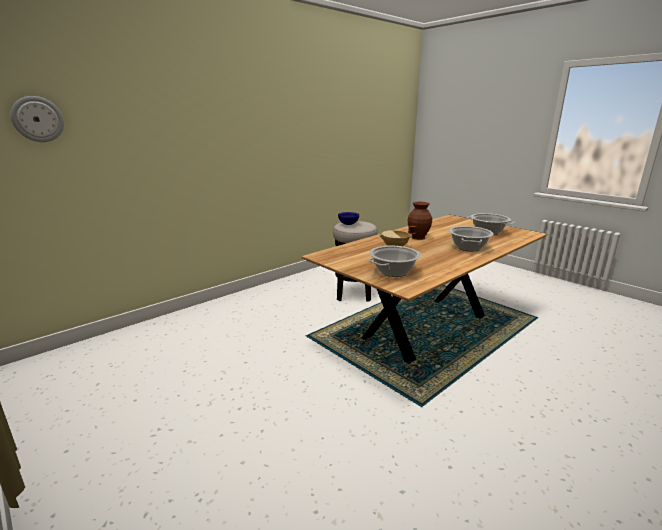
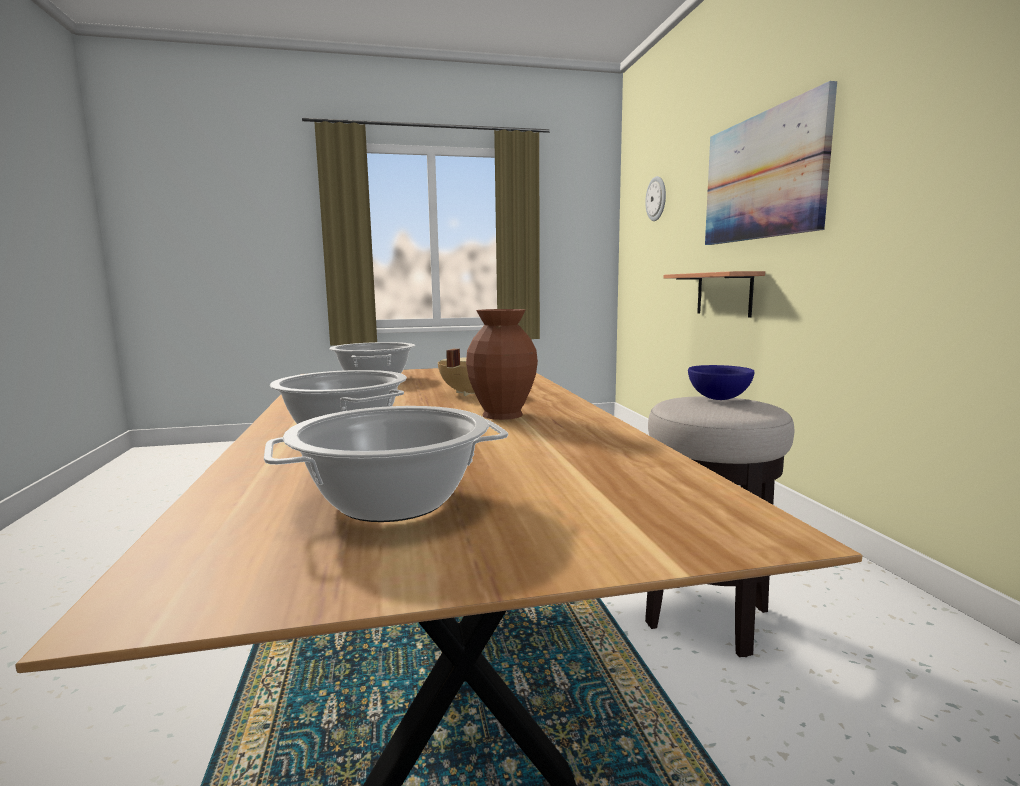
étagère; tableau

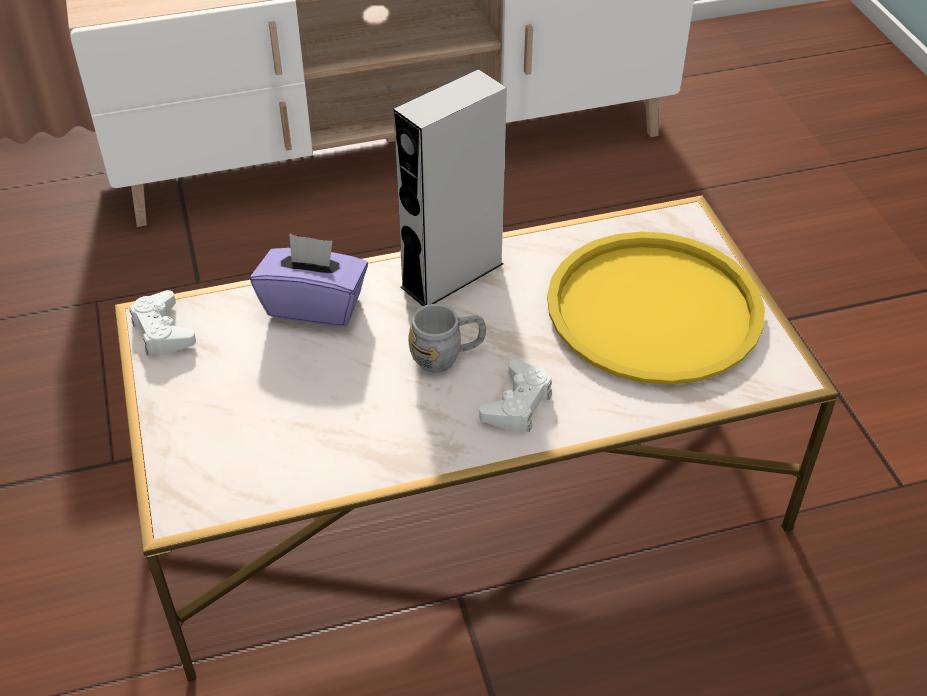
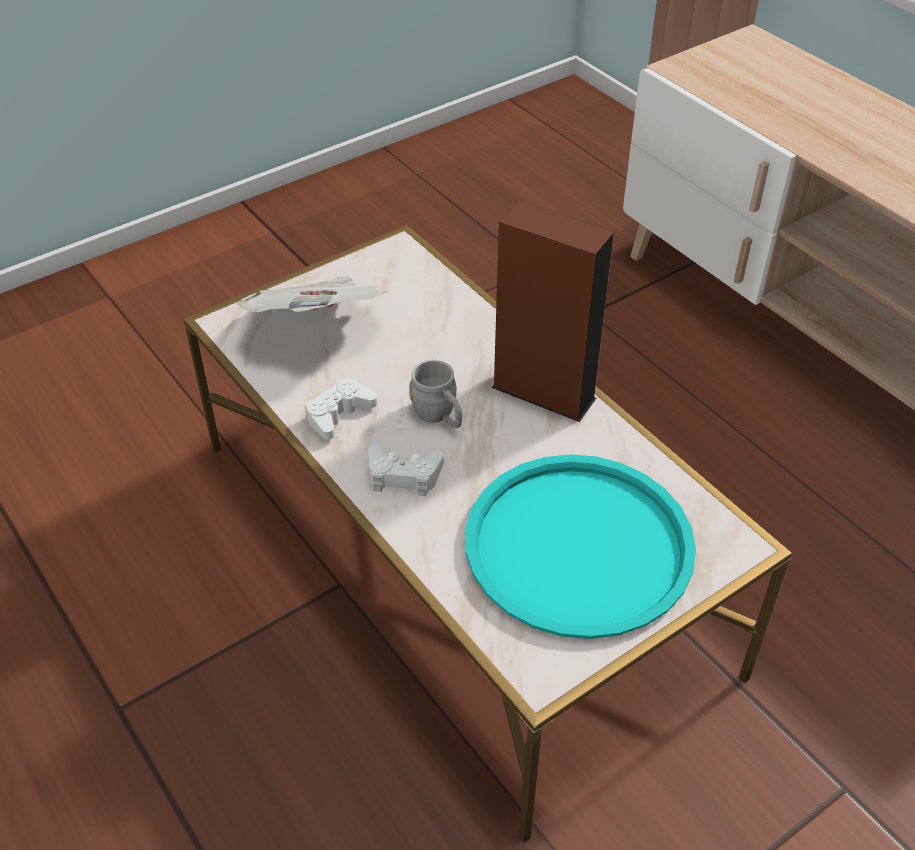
boîte à mouchoirs [violet]; journal; manette [blanc] (no. 1 from left); enceinte [marron]; plateau [turquoise]

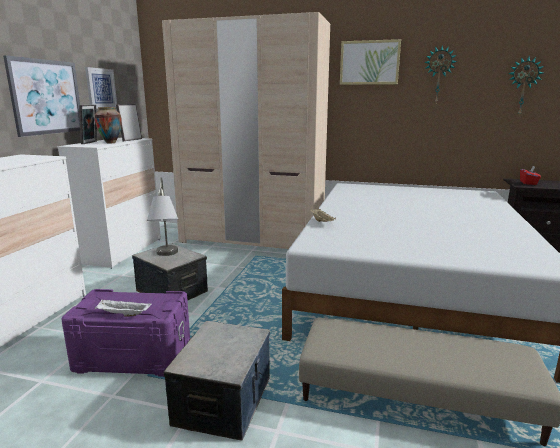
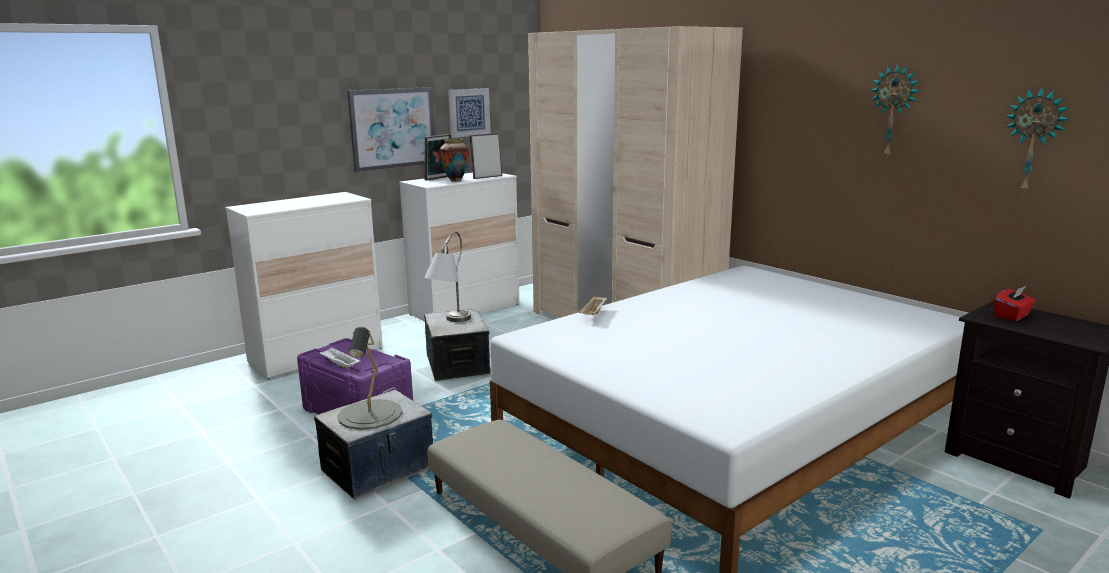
tableau (no. 3 from left in the first image); lampe de table [gris] (no. 1 from left)

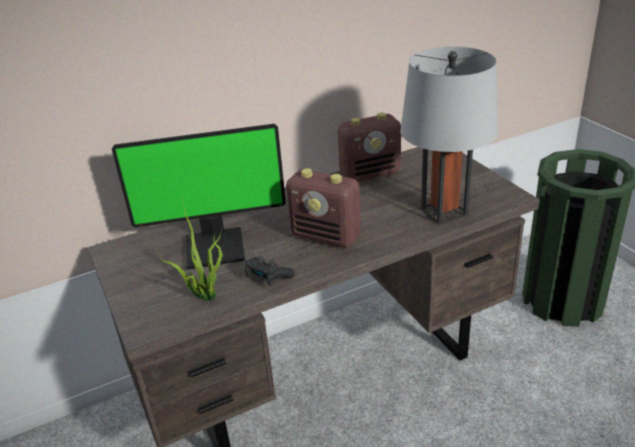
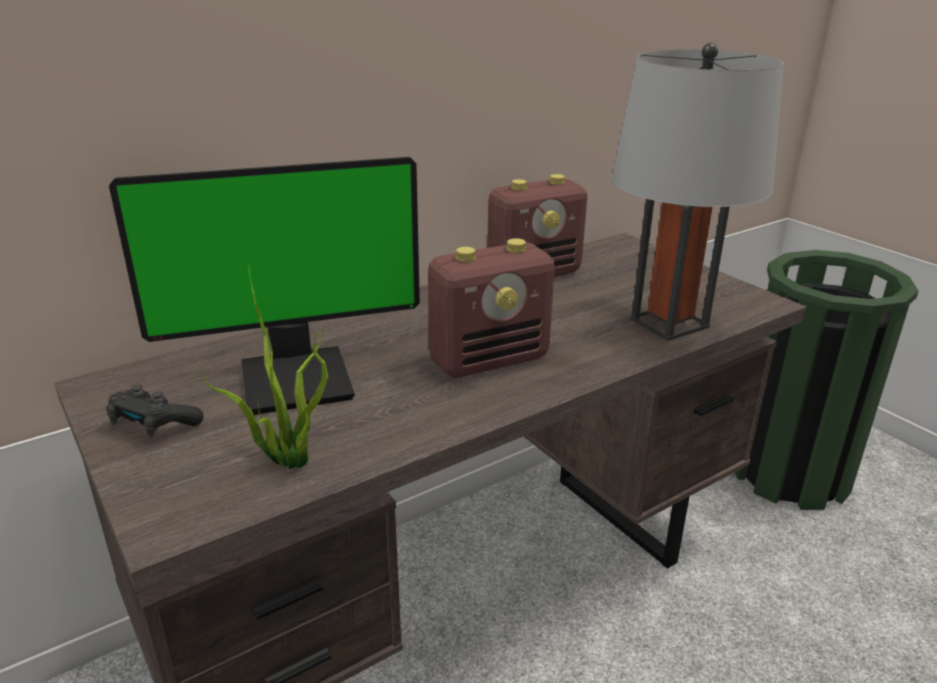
manette [noir]; radio (no. 1 from left)

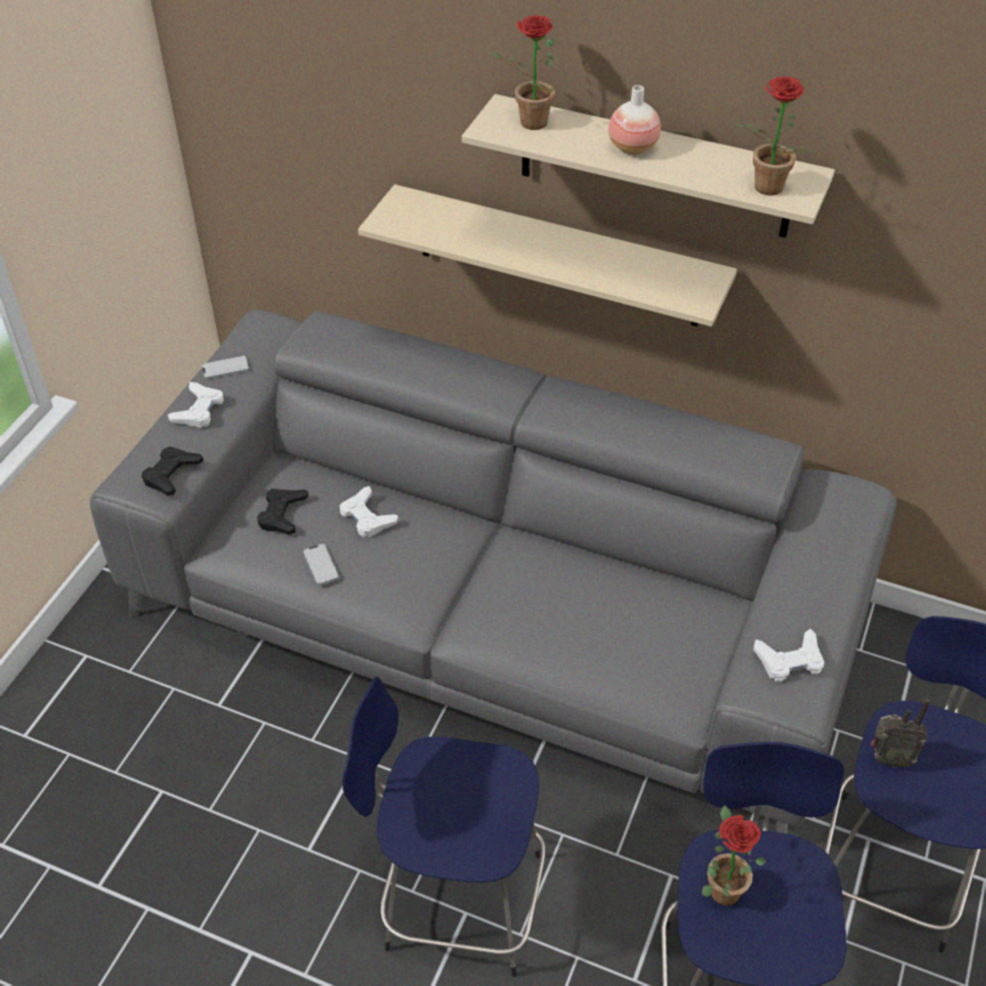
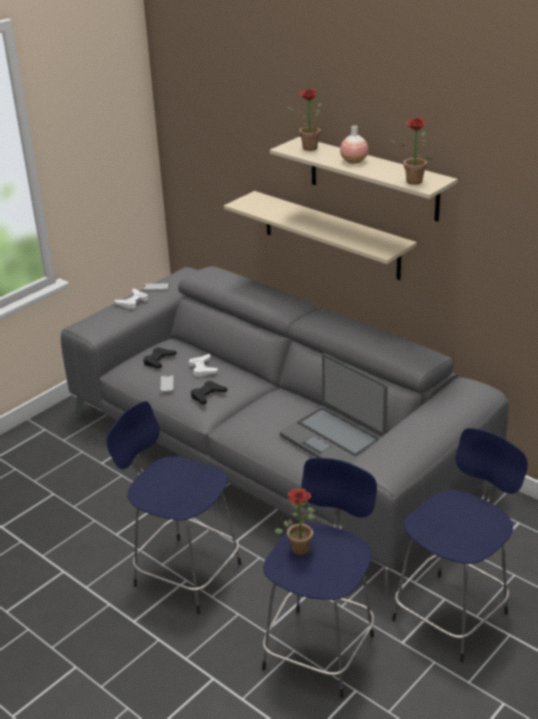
manette [blanc] (no. 3 from left in the first image); radio; ordinateur portable; manette [noir] (no. 2 from left)

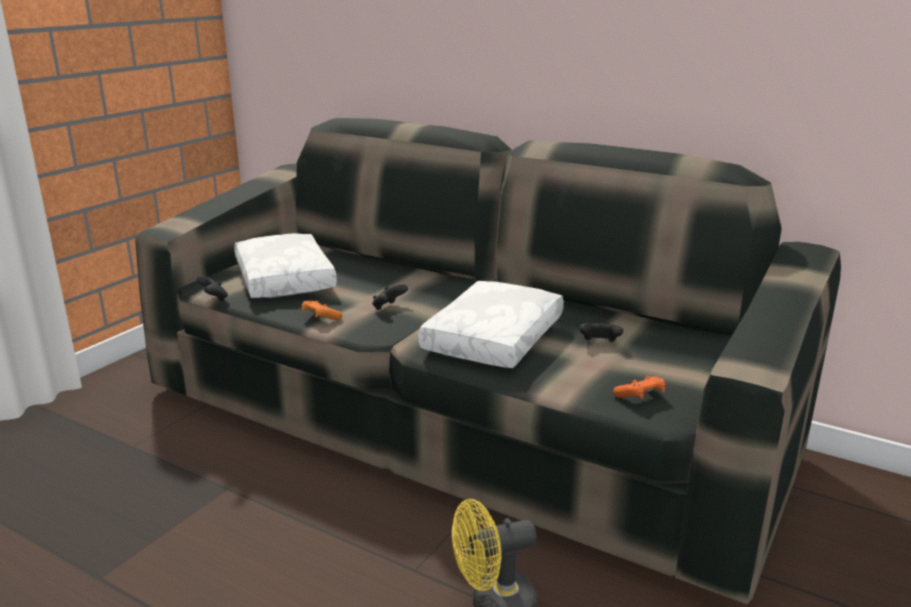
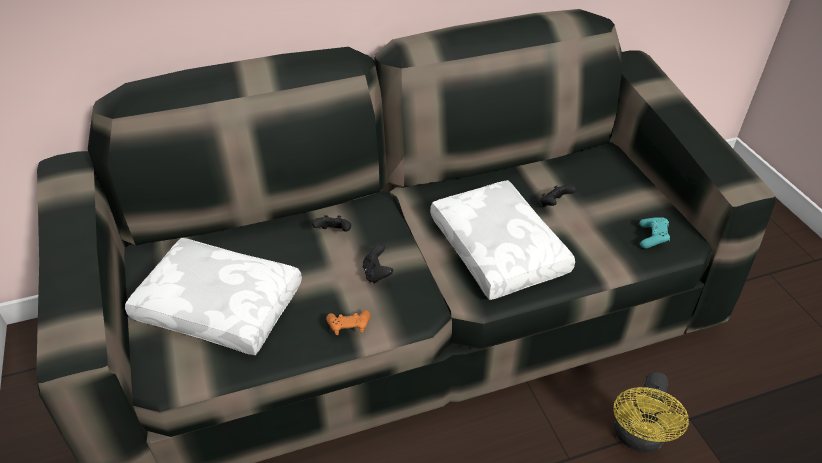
manette [noir] (no. 1 from left); manette [turquoise]

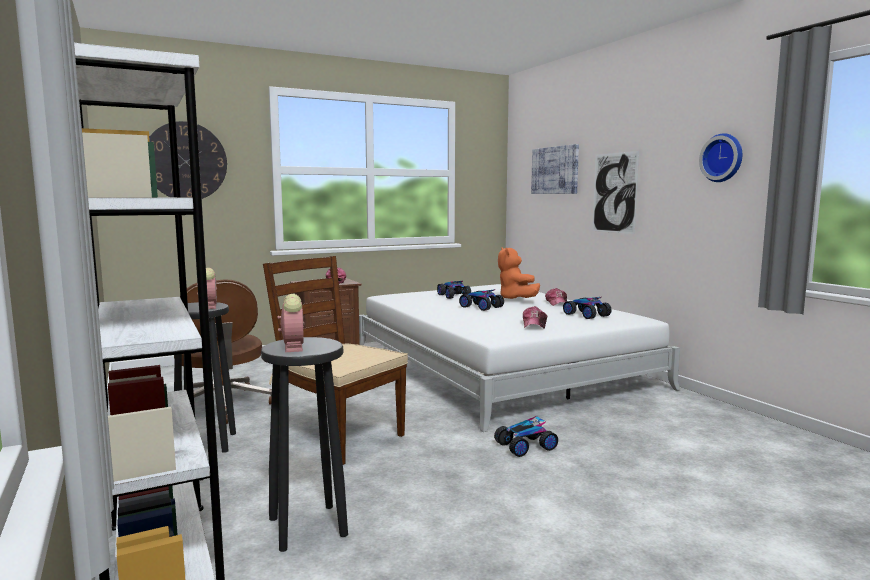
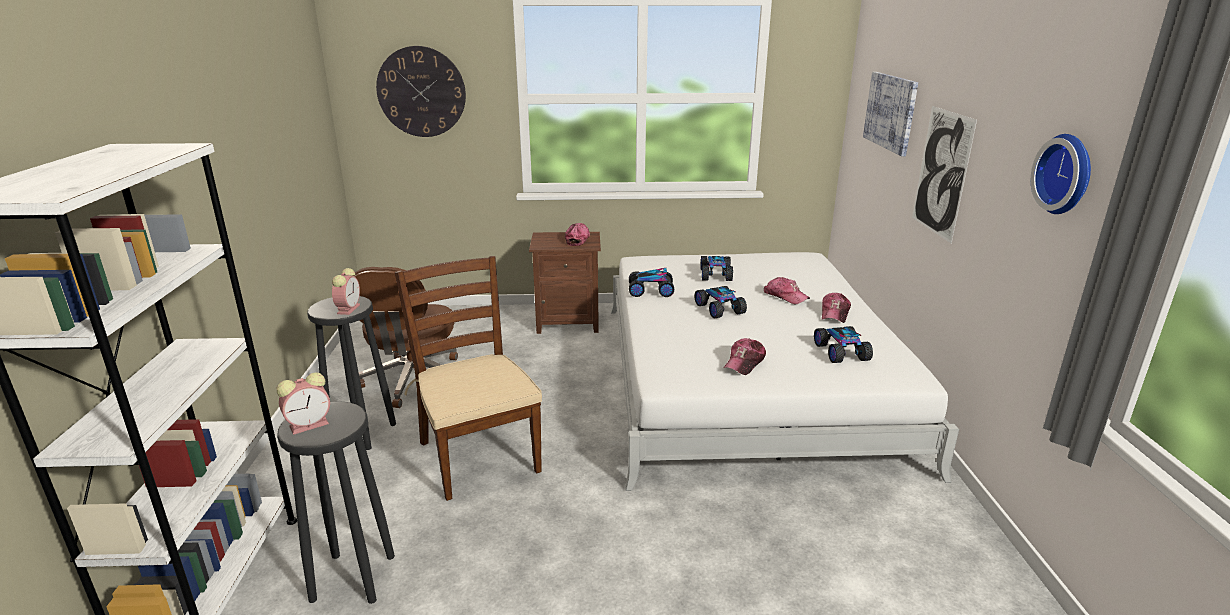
petite voiture (no. 1 from left); casquette (no. 3 from left); réveil (no. 1 from left)

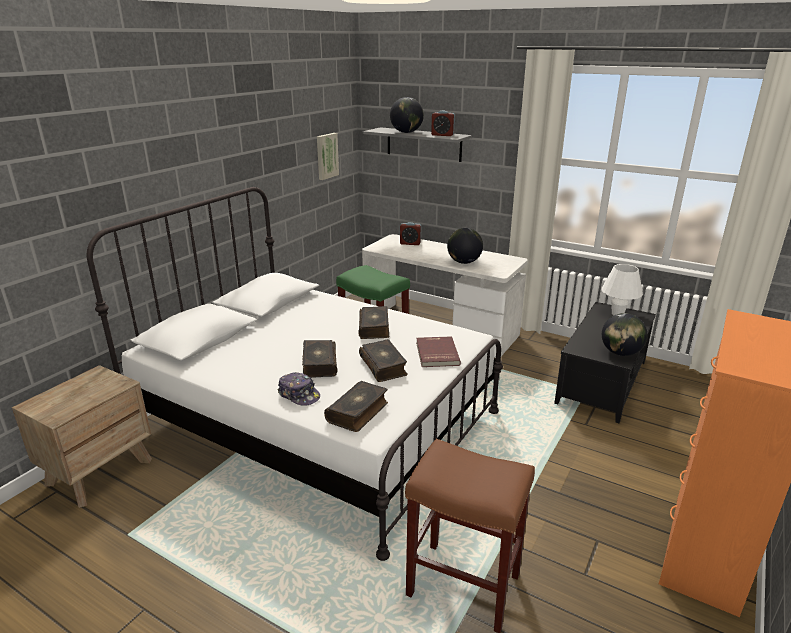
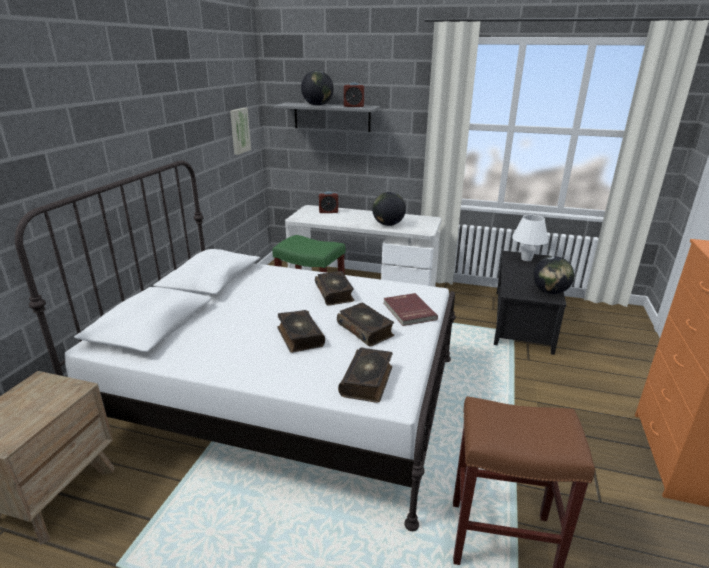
casquette

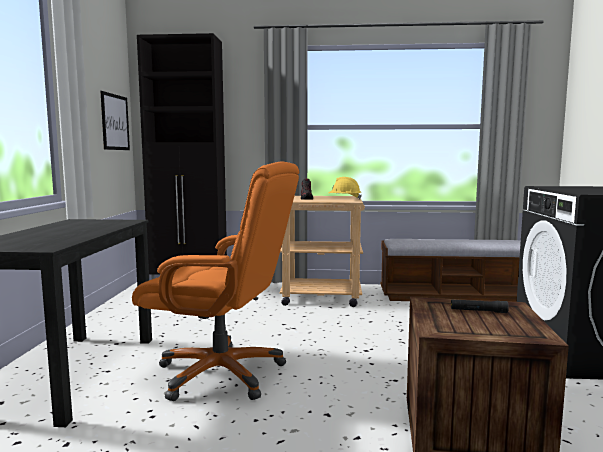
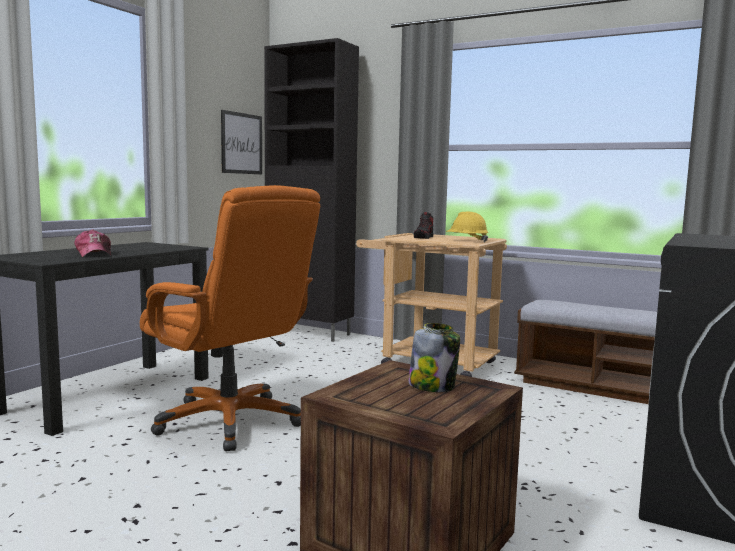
casquette; bocal

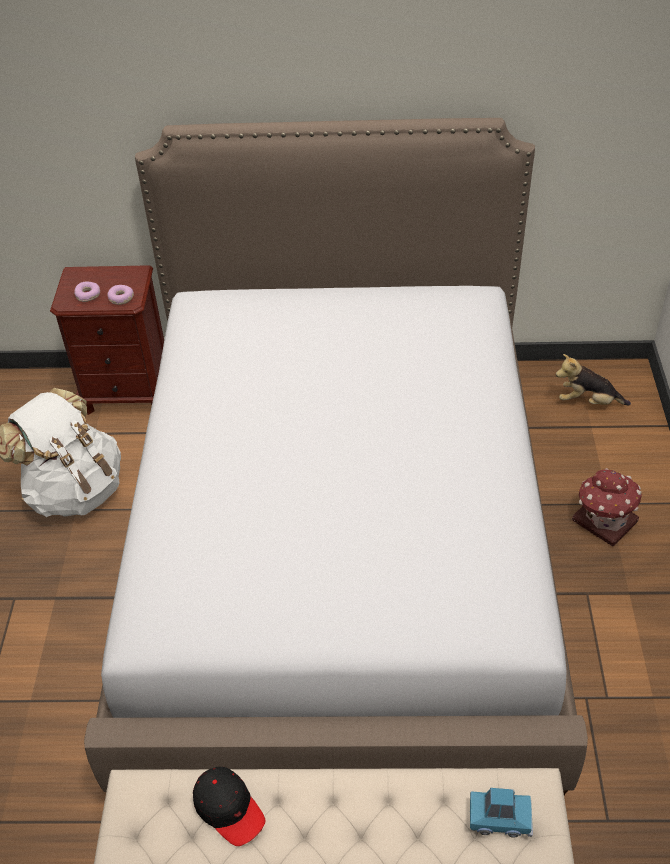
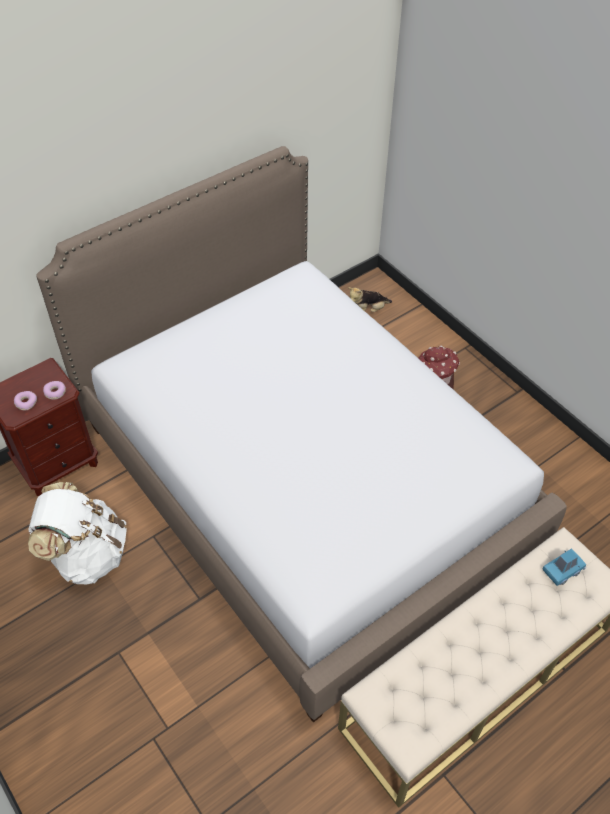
casquette [noir]

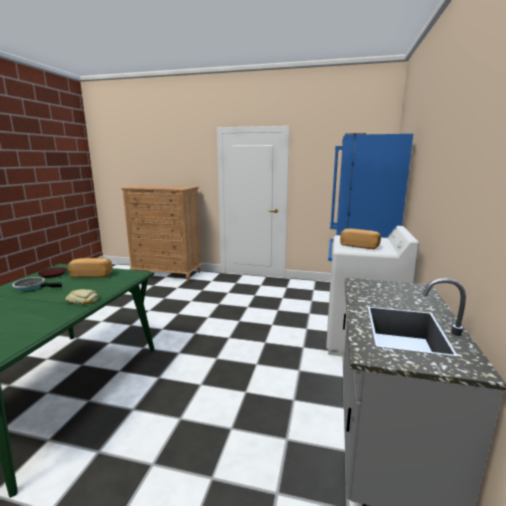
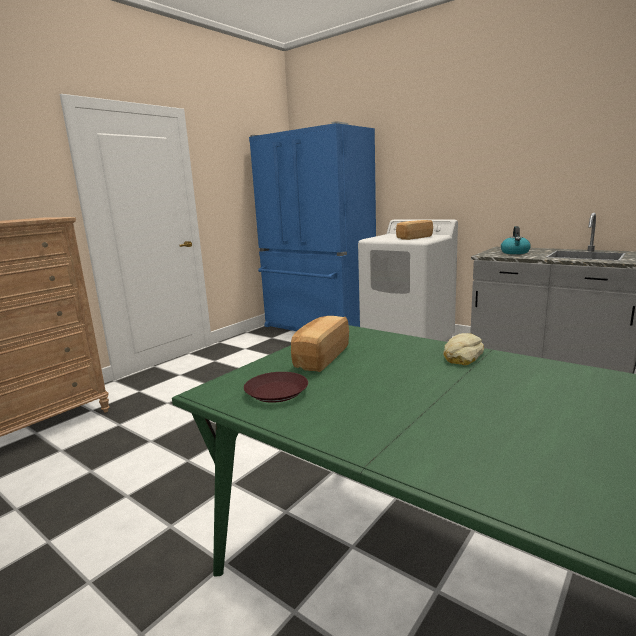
poêle; bouilloire

